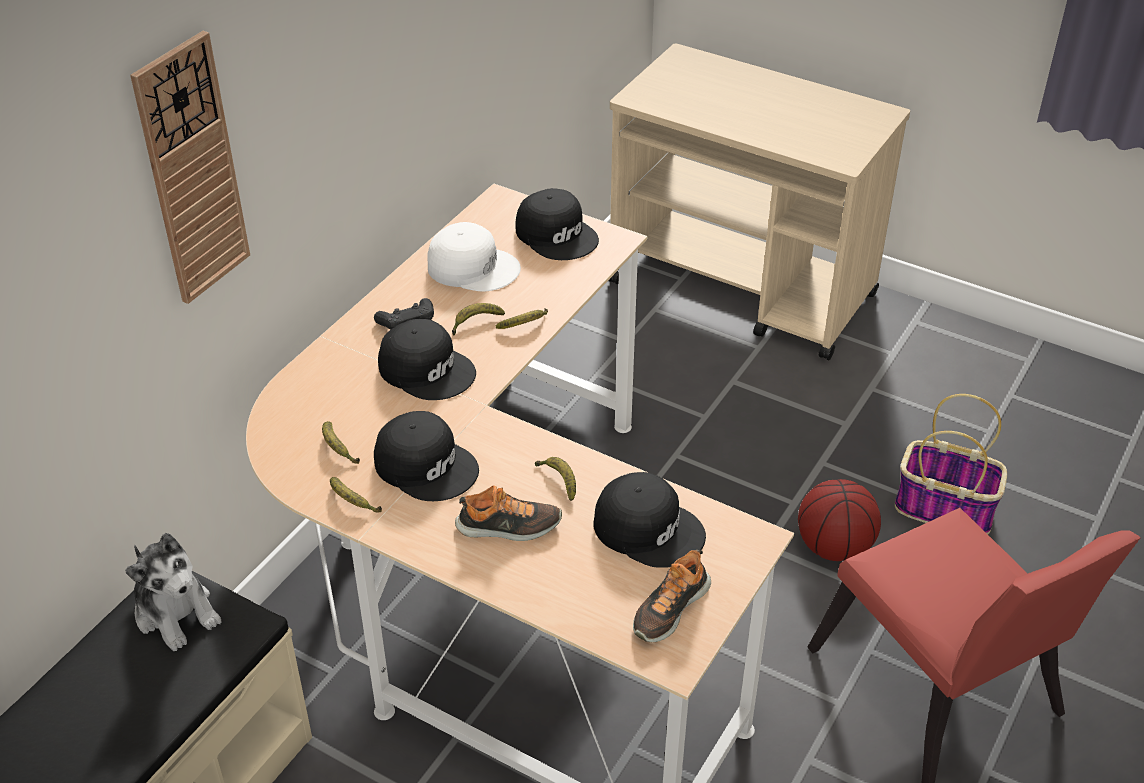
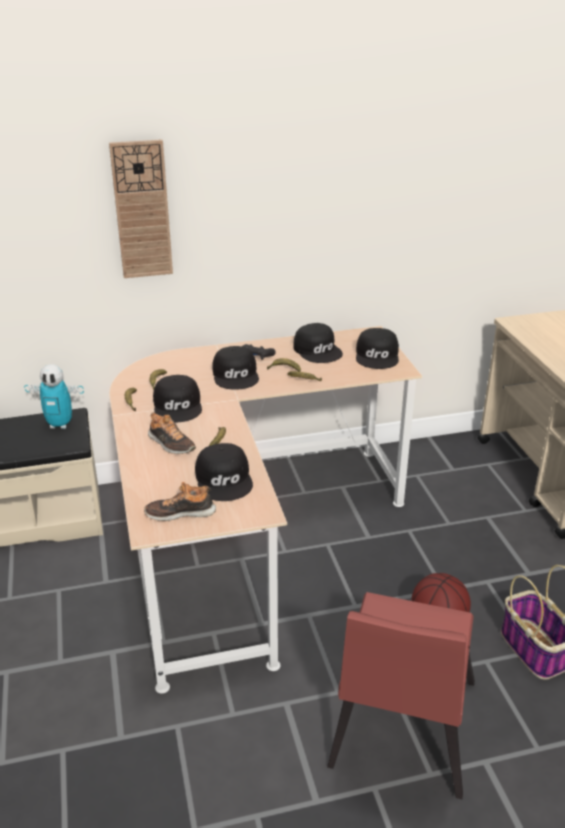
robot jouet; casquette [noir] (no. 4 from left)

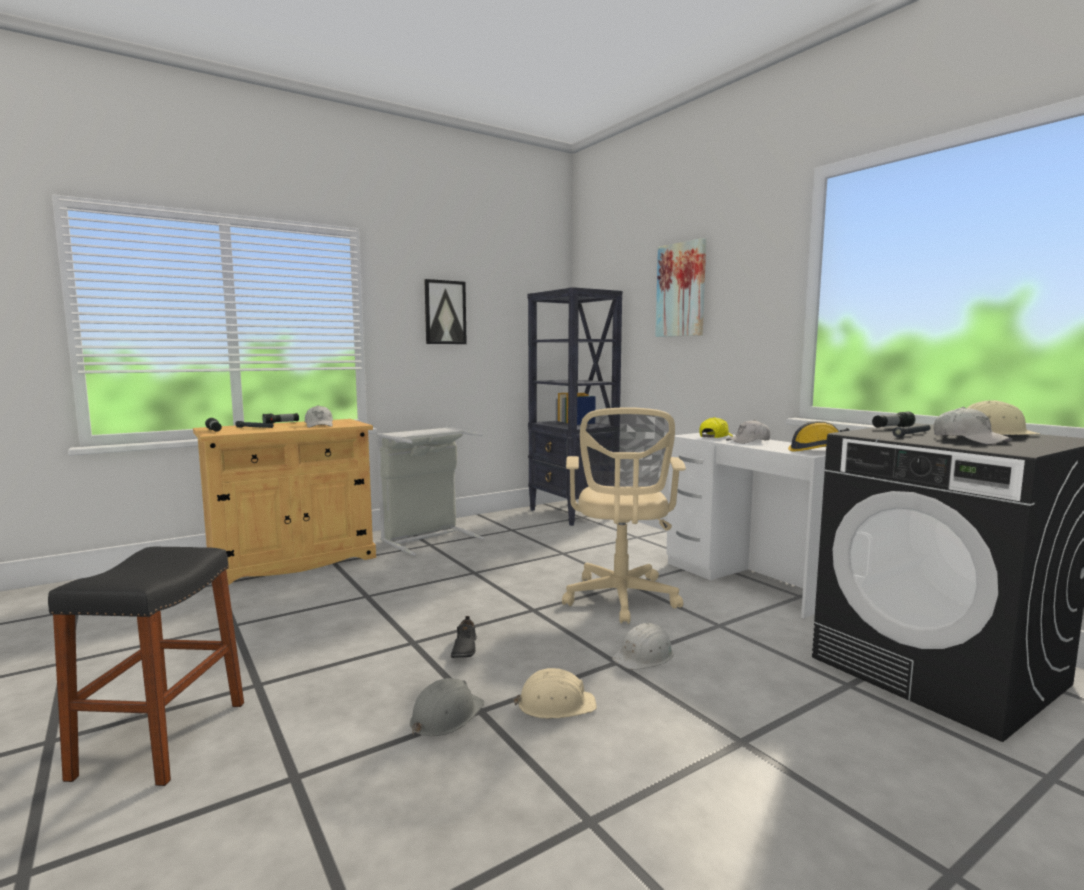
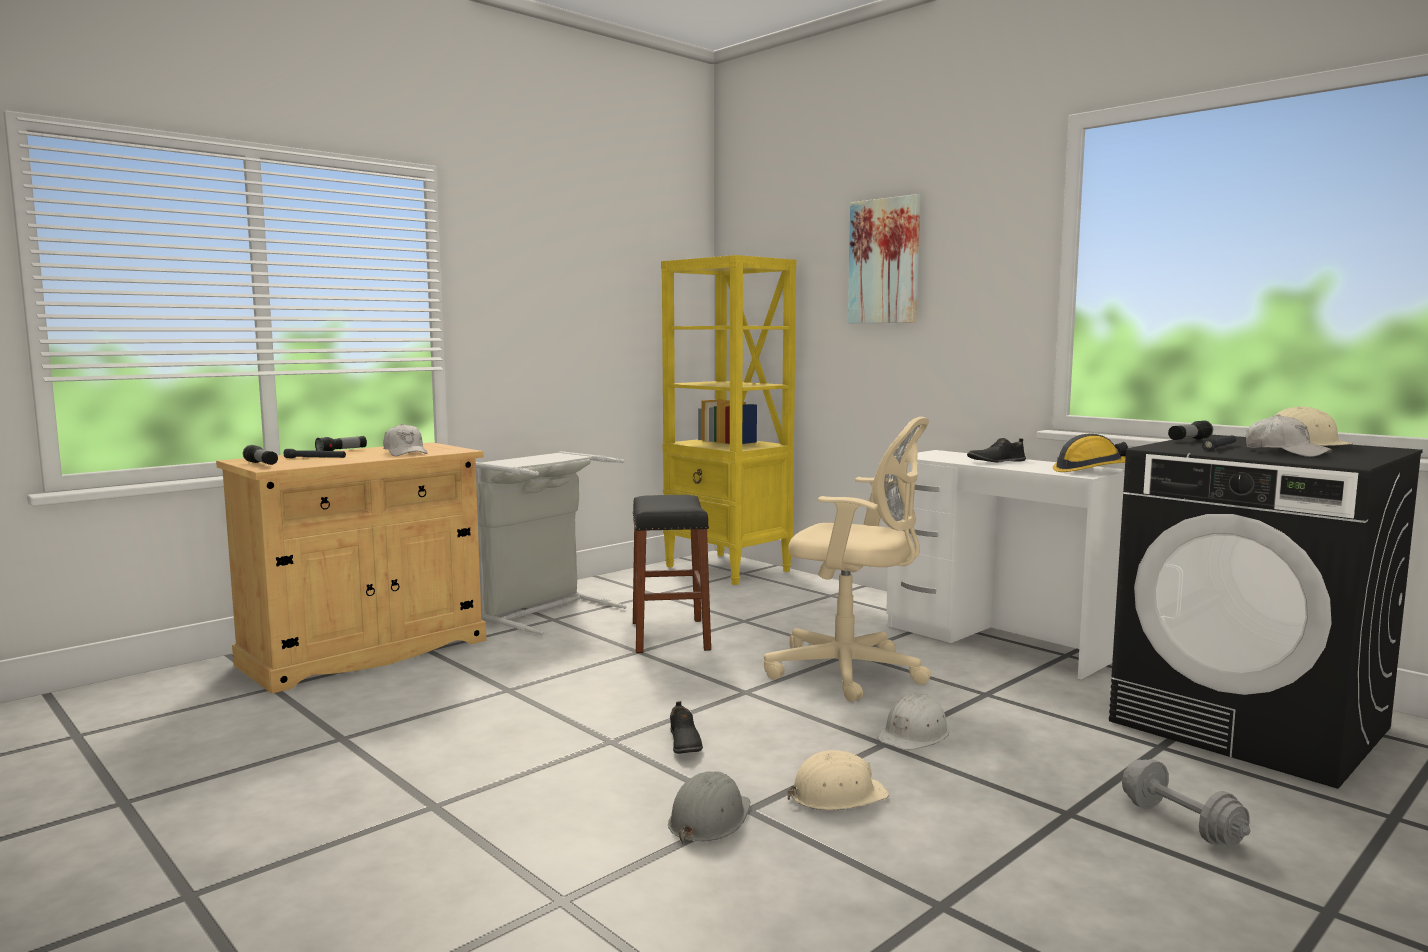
tableau (no. 1 from left in the first image); casquette [jaune]; haltère [gris]; tabouret [noir]; chaussure [noir] (no. 2 from left); bibliothèque [jaune]; chaise de bureau [beige]

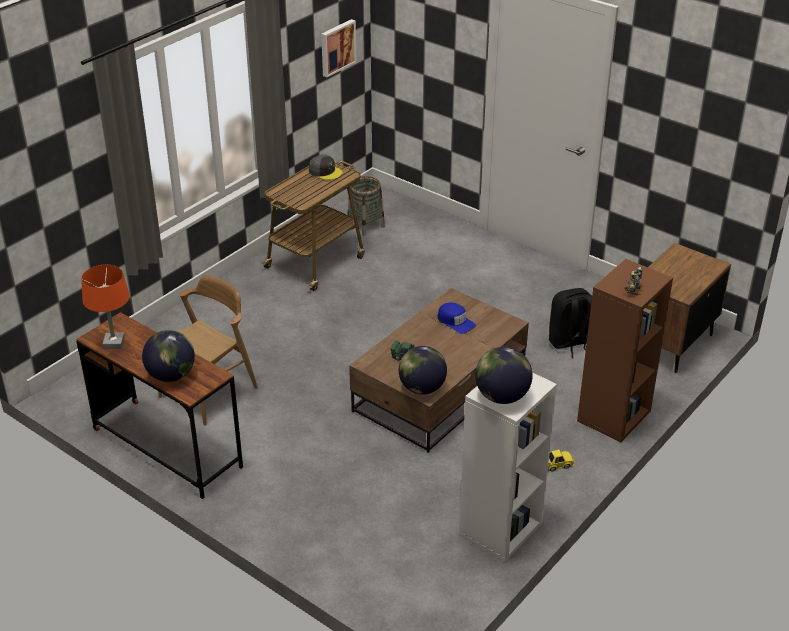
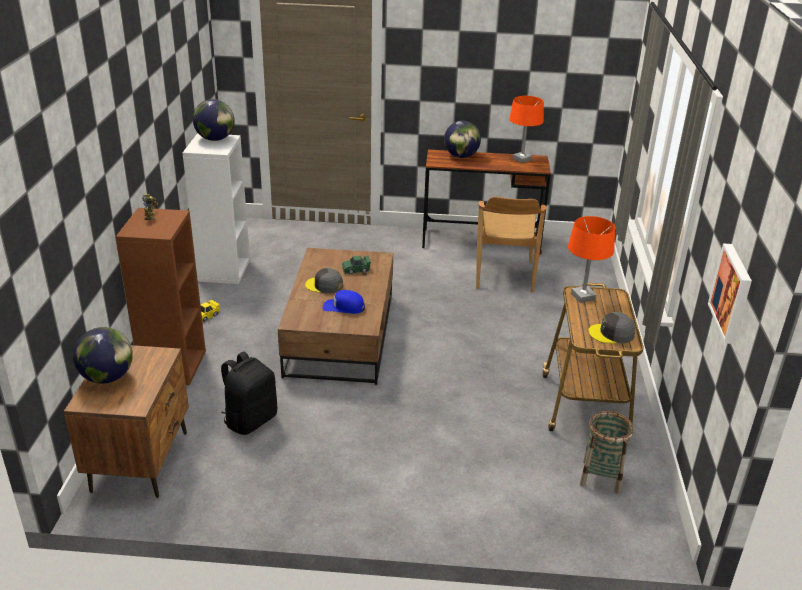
casquette [gris] (no. 1 from left); lampe de table [orange] (no. 2 from left); globe (no. 1 from left)

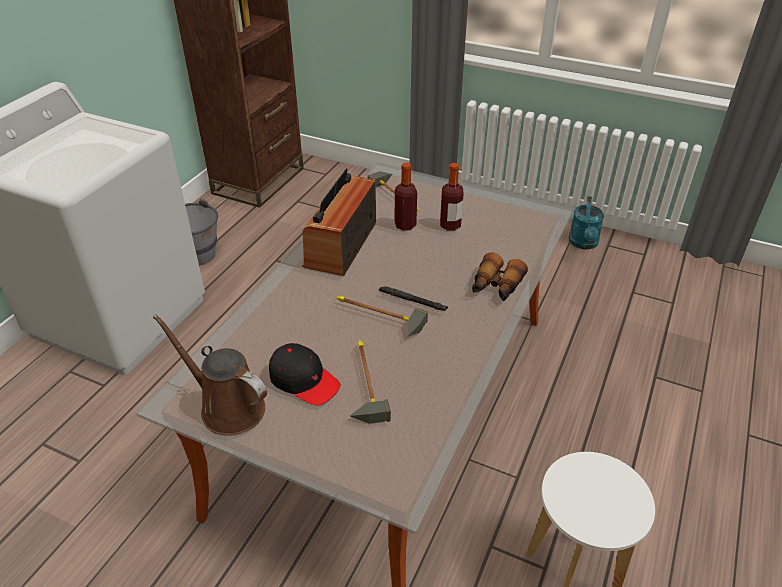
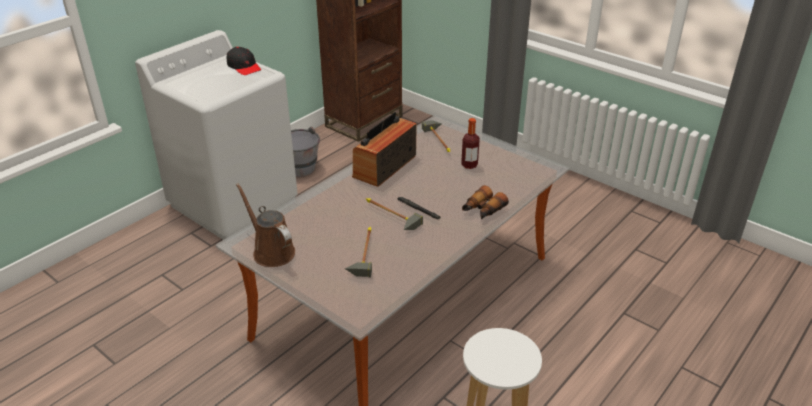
bouteille (no. 1 from left in the first image); arrosoir [turquoise]; casquette [noir]

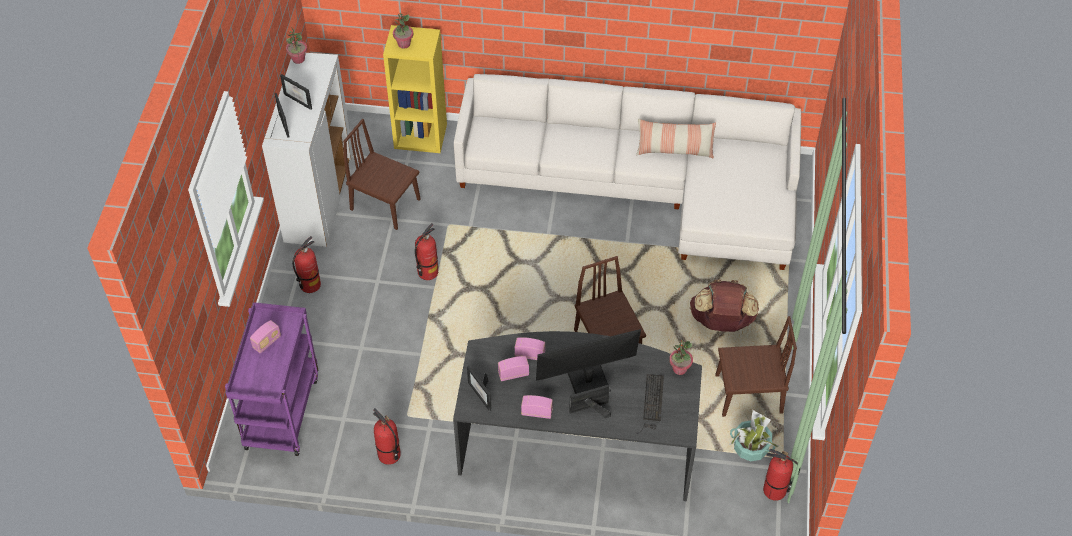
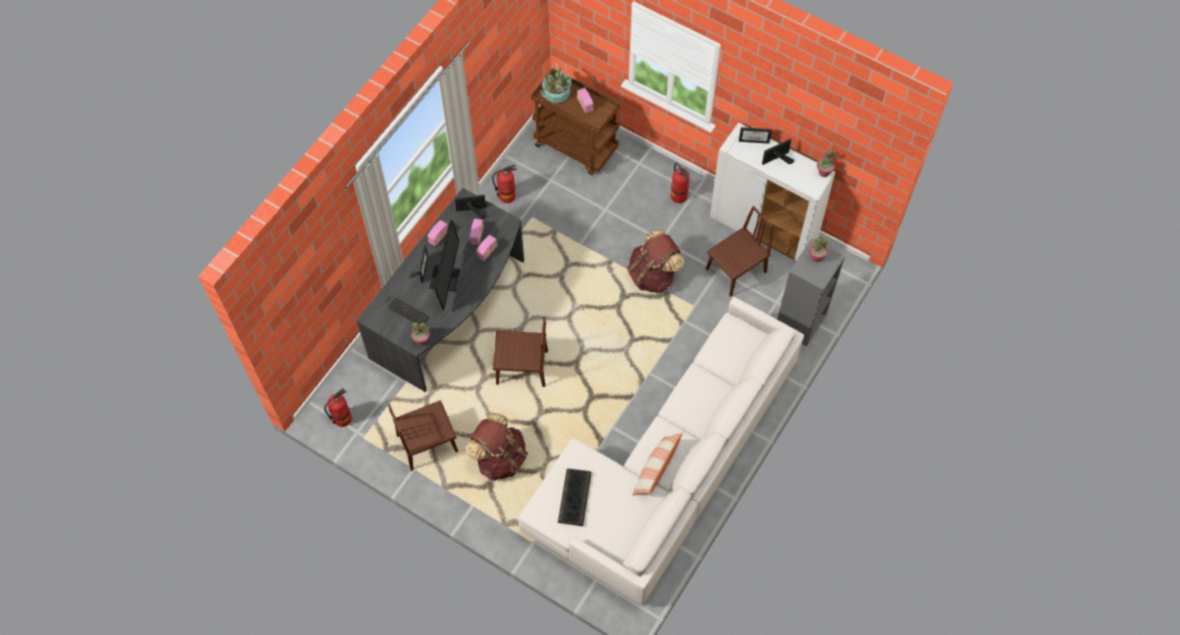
clavier (no. 2 from left); plante en pot (no. 2 from left); sac à dos [marron] (no. 2 from left); chariot [marron]; bibliothèque [gris]; chaise [marron] (no. 1 from left)

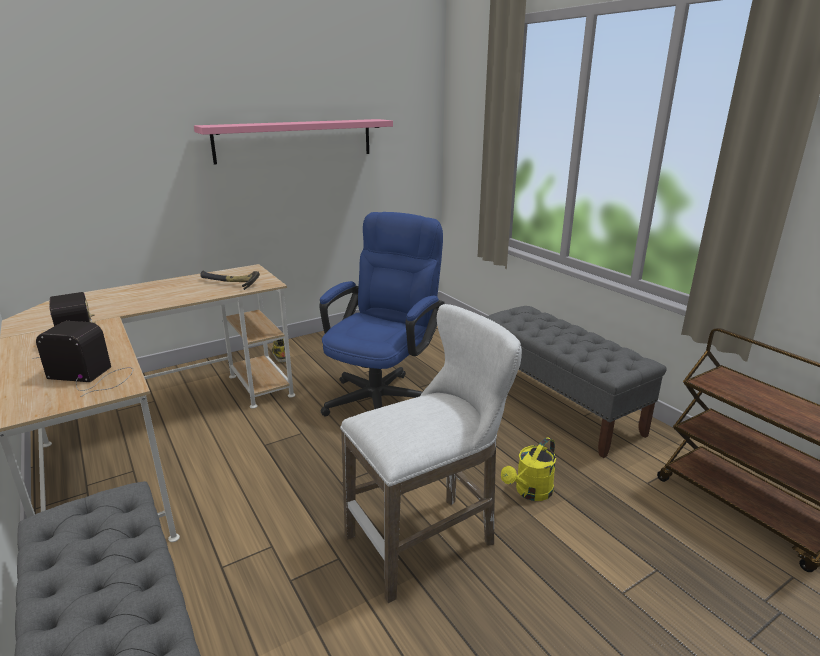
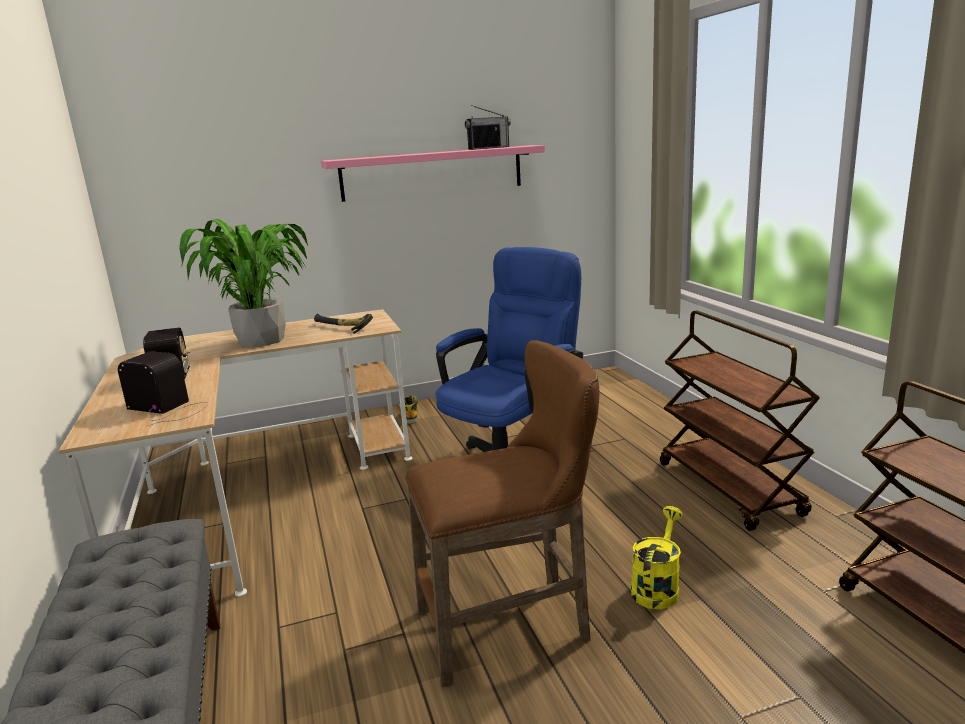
plante en pot; radio (no. 3 from left); chariot [marron] (no. 1 from left); tabouret [marron]; arrosoir [jaune]

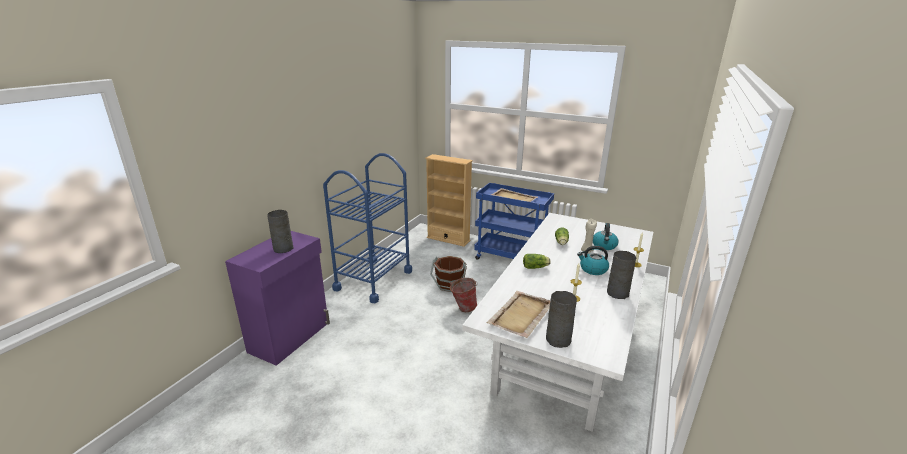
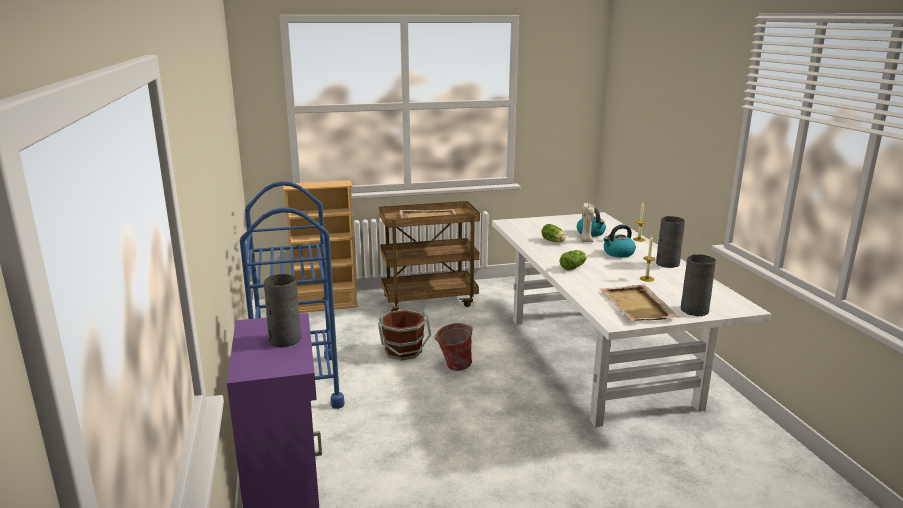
chariot [marron]

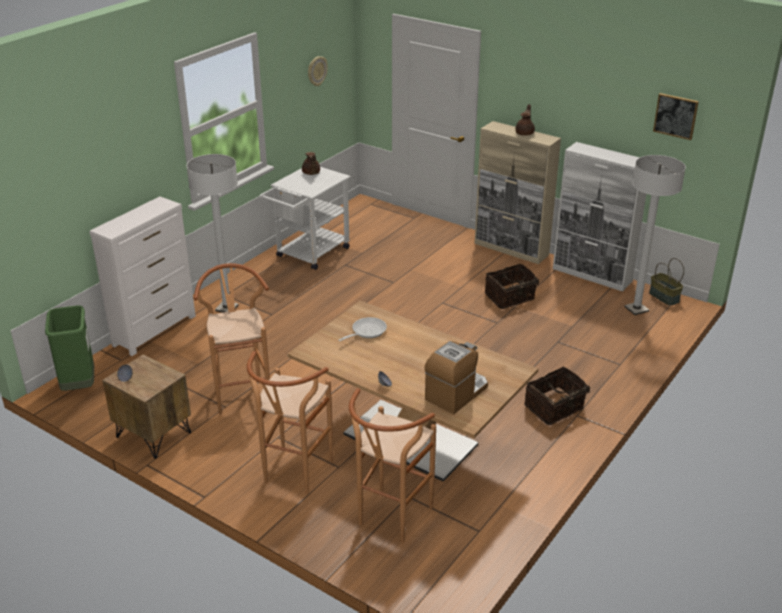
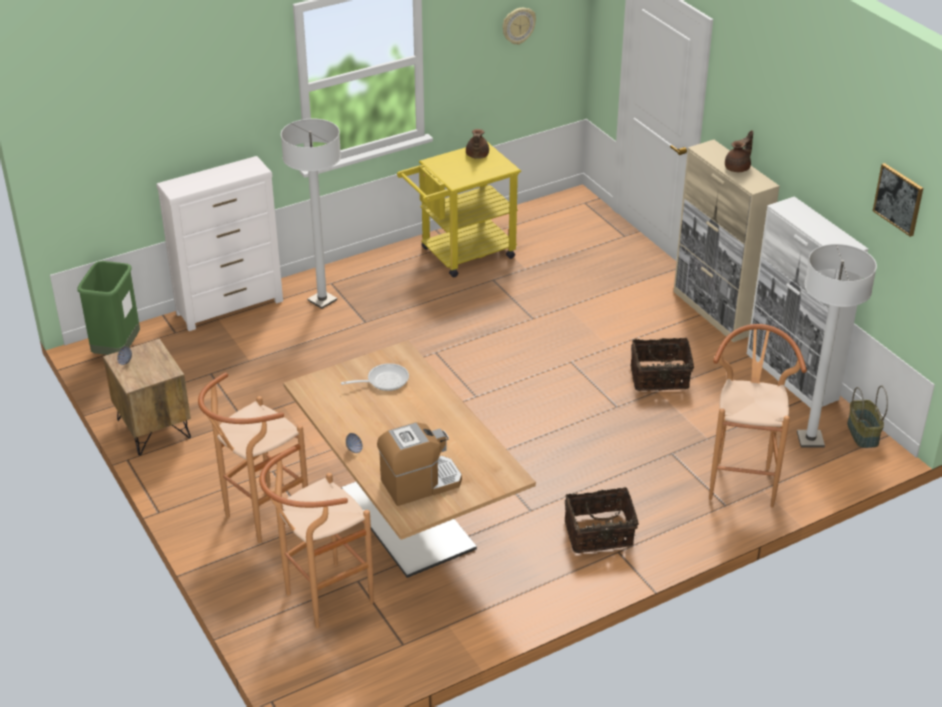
tabouret [marron] (no. 3 from left); chariot [jaune]

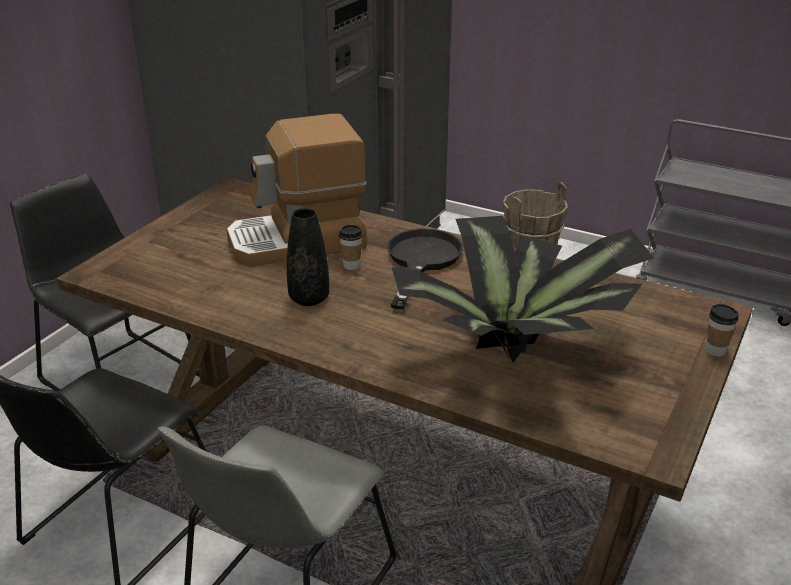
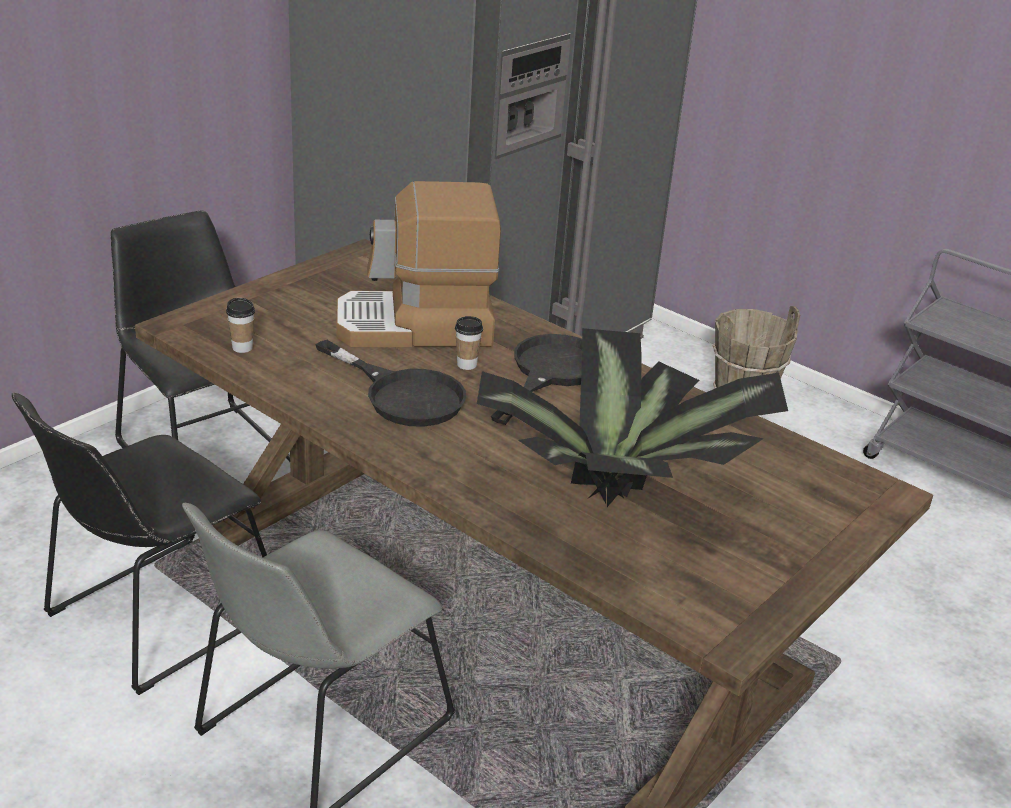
tasse (no. 1 from left); poêle [noir] (no. 1 from left)

